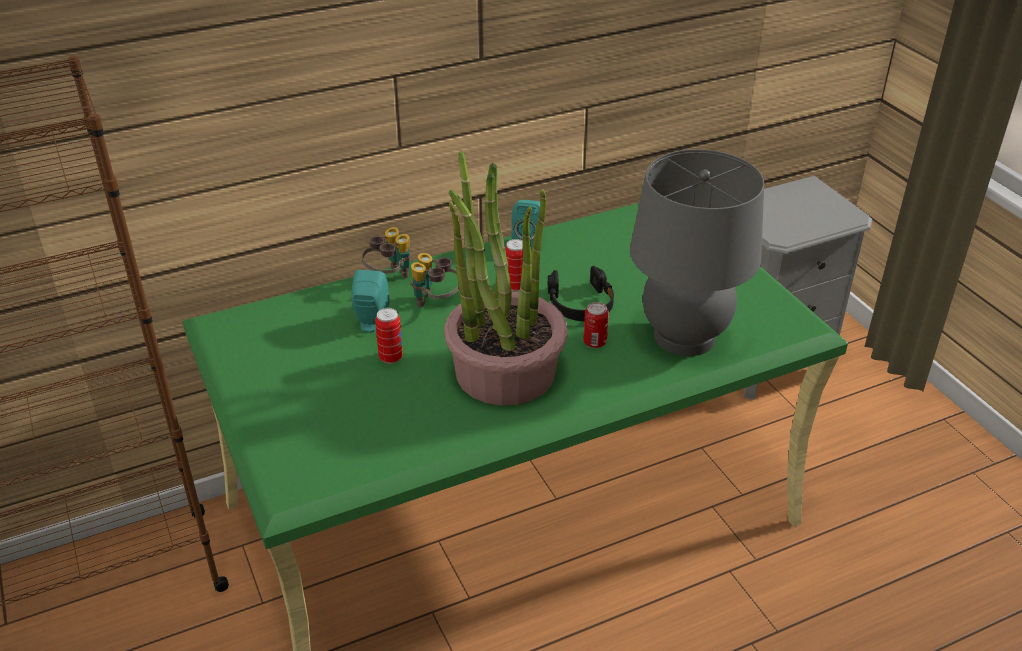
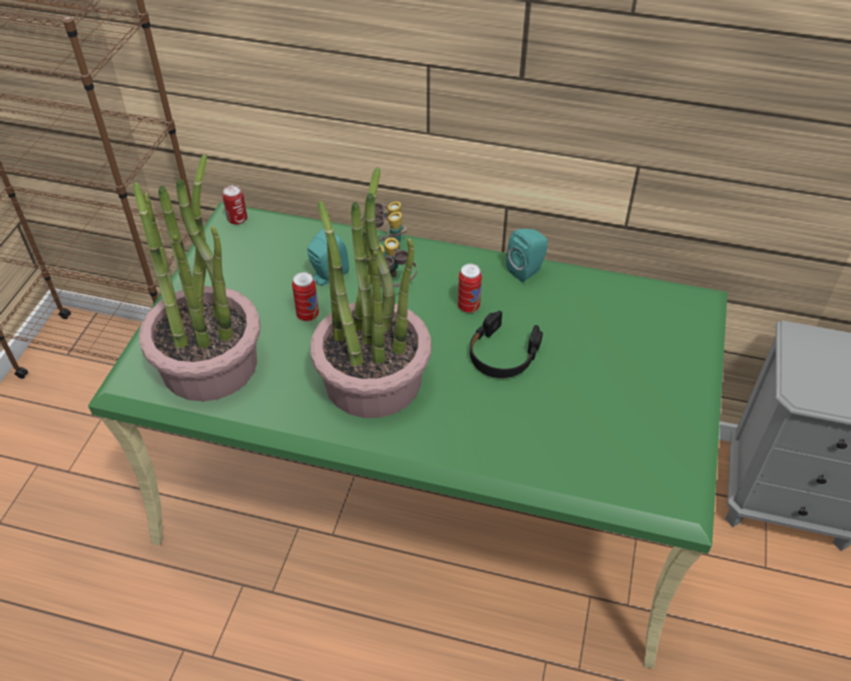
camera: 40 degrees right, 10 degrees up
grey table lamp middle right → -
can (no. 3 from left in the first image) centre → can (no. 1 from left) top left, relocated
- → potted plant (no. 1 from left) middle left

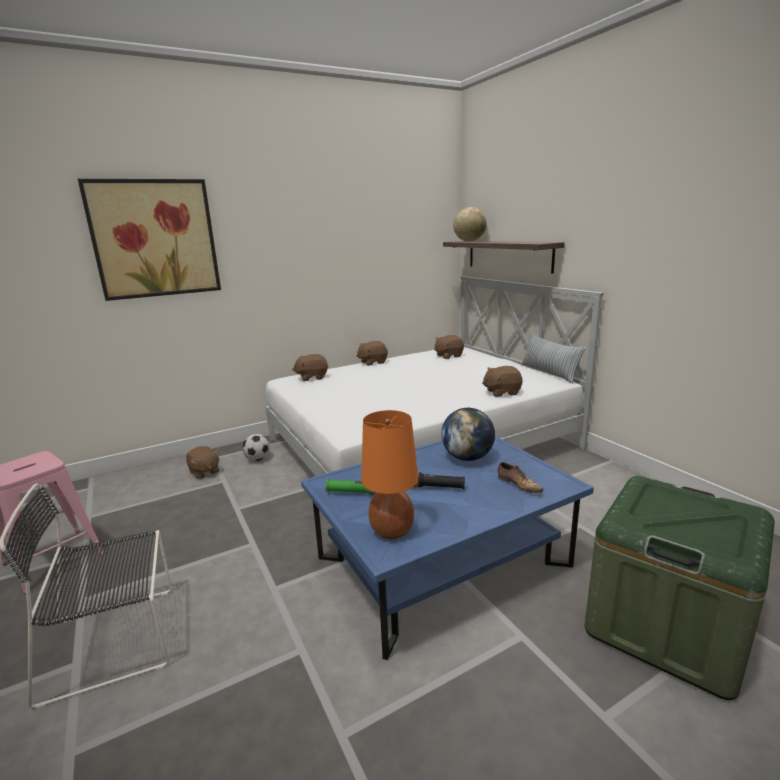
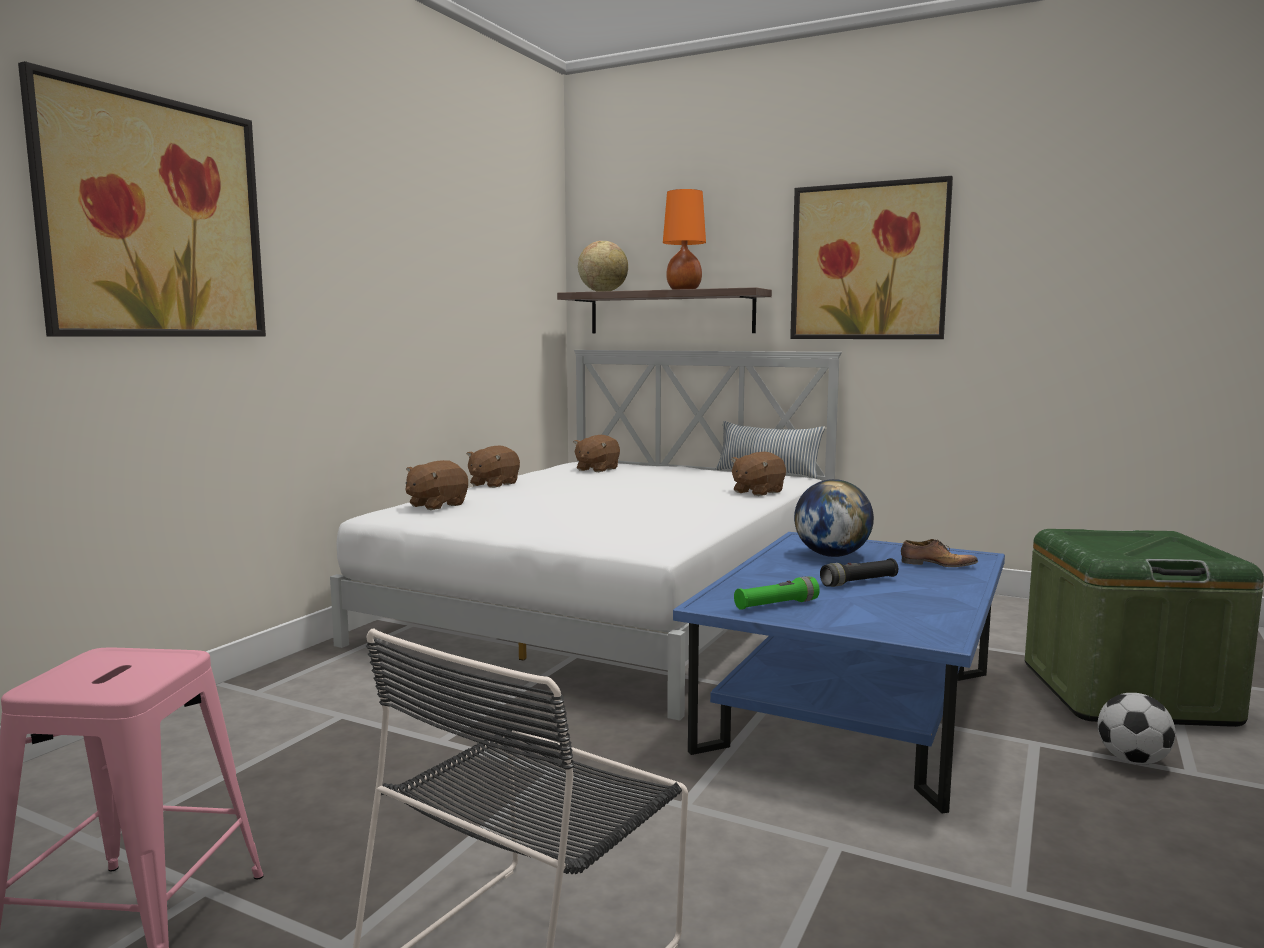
camera: 35 degrees left, 10 degrees down
orange table lamp centre → orange table lamp top centre, relocated
football middle left → football bottom right, relocated
brown plush toy (no. 1 from left) middle left → -
- → picture (no. 2 from left) top right

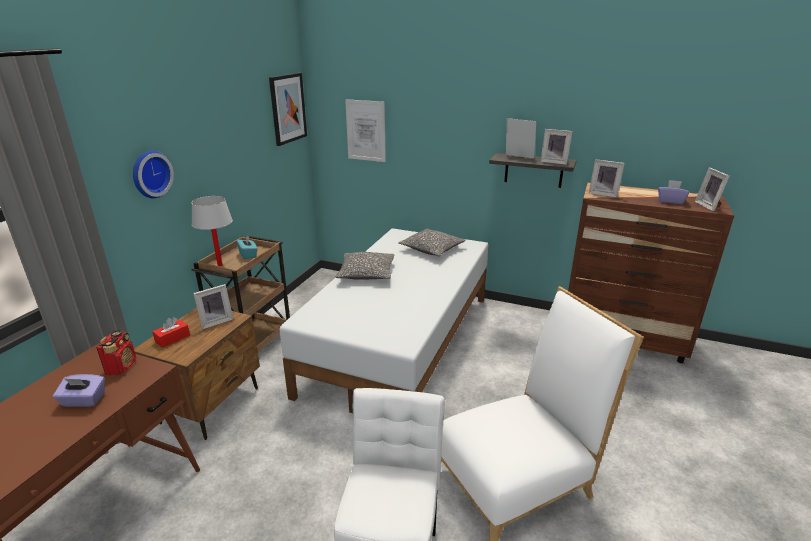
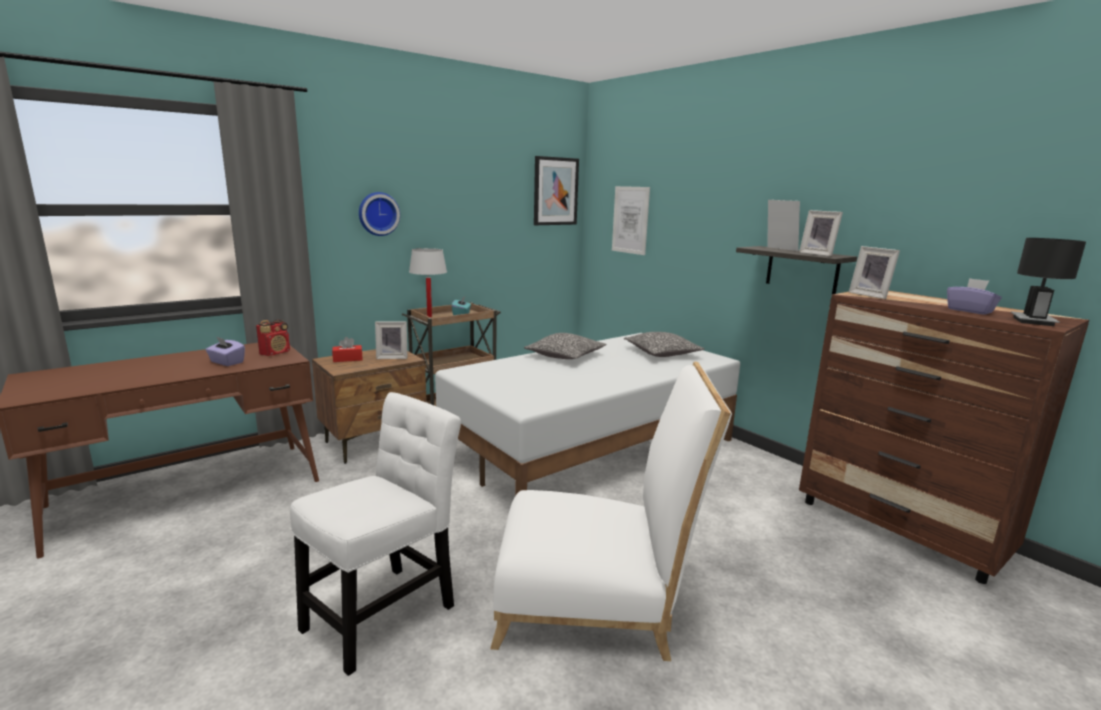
camera: 30 degrees right, 10 degrees down
picture frame (no. 5 from left) middle right → black table lamp middle right

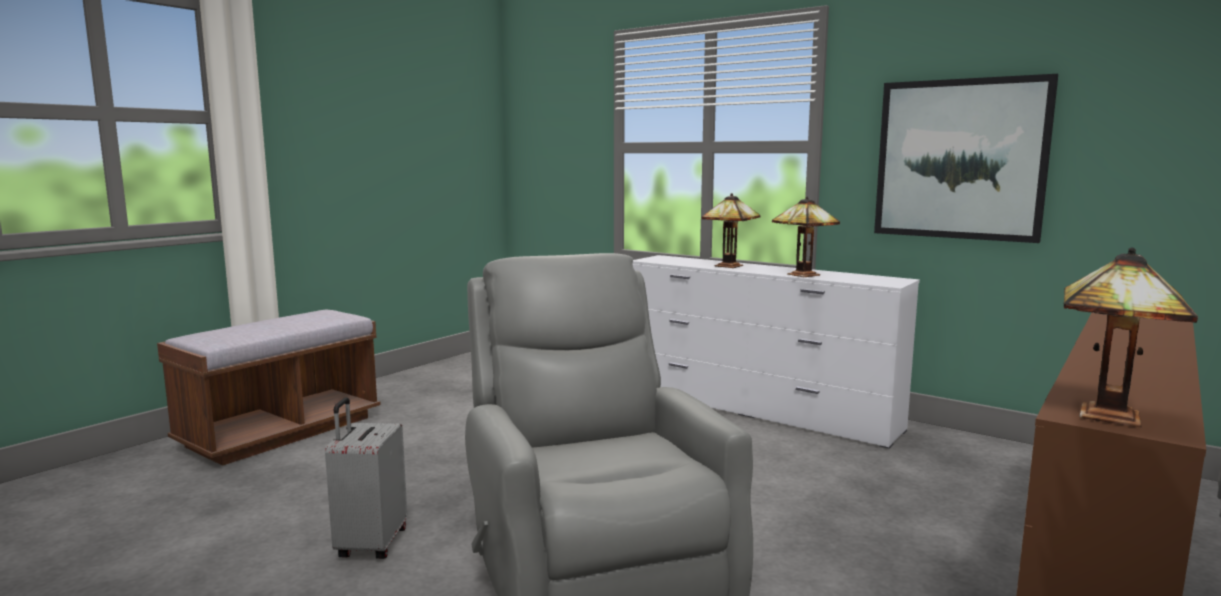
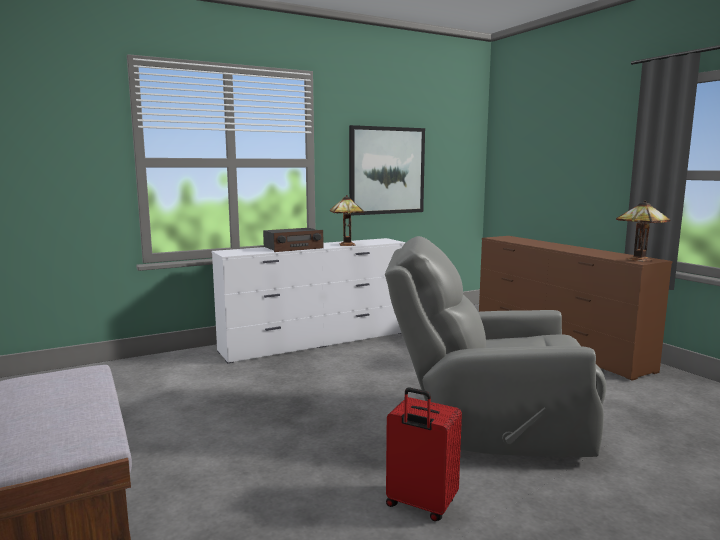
camera: 65 degrees left, 0 degrees up
table lamp (no. 1 from left) centre → radio centre
grey suitcase bottom left → red suitcase bottom centre

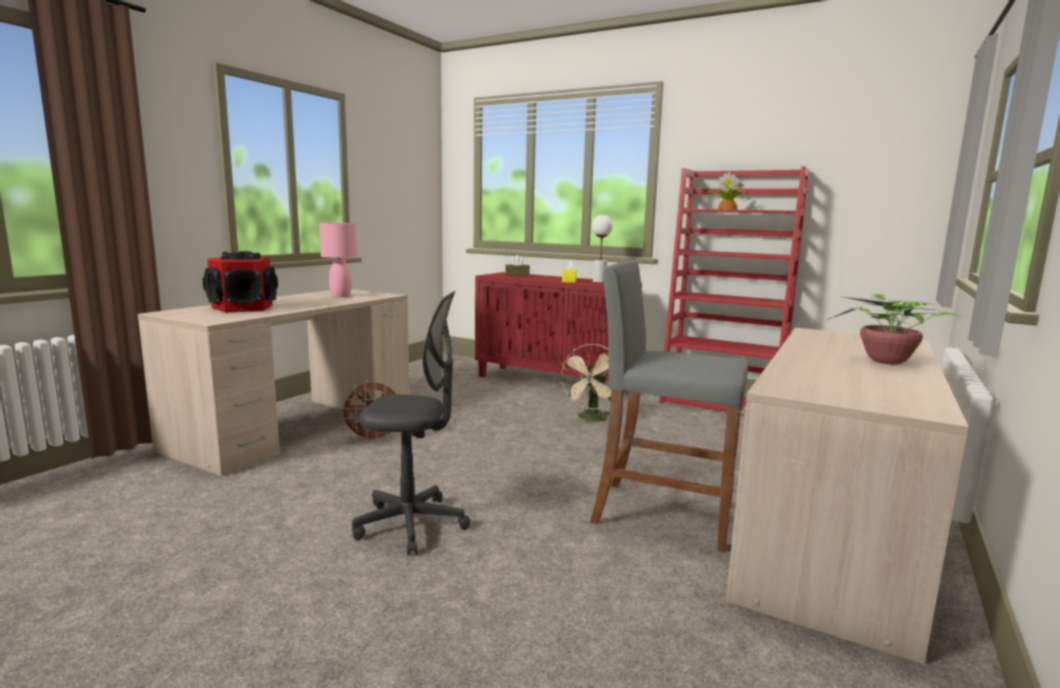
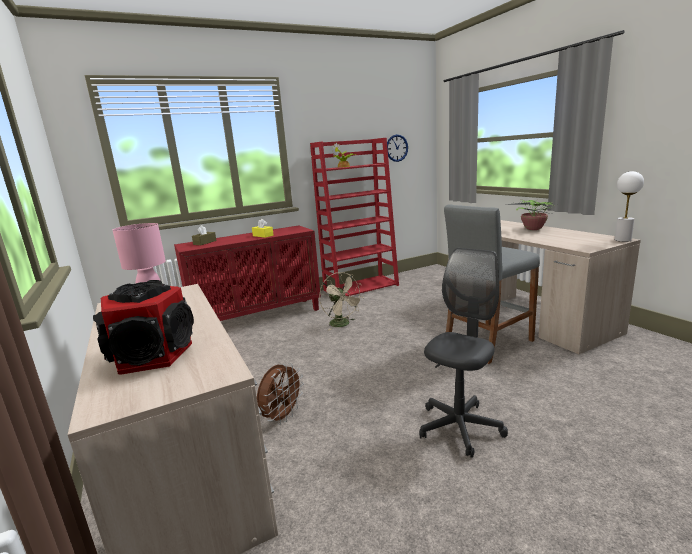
camera: 55 degrees left, 5 degrees up
white table lamp centre → white table lamp middle right, relocated
- → wall clock top centre

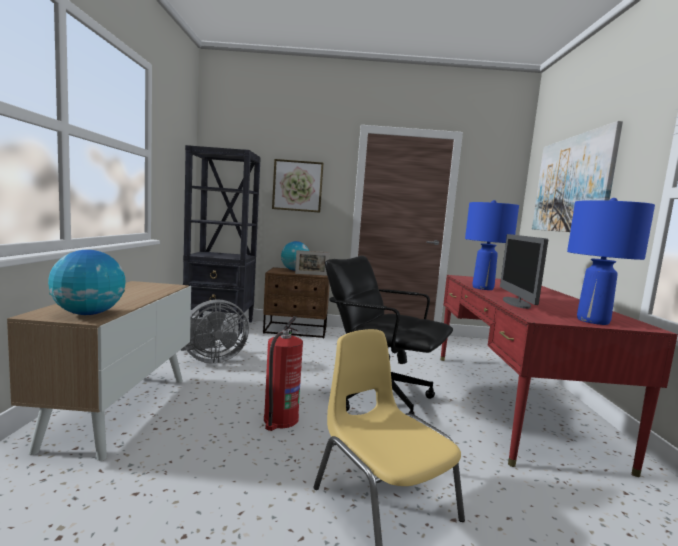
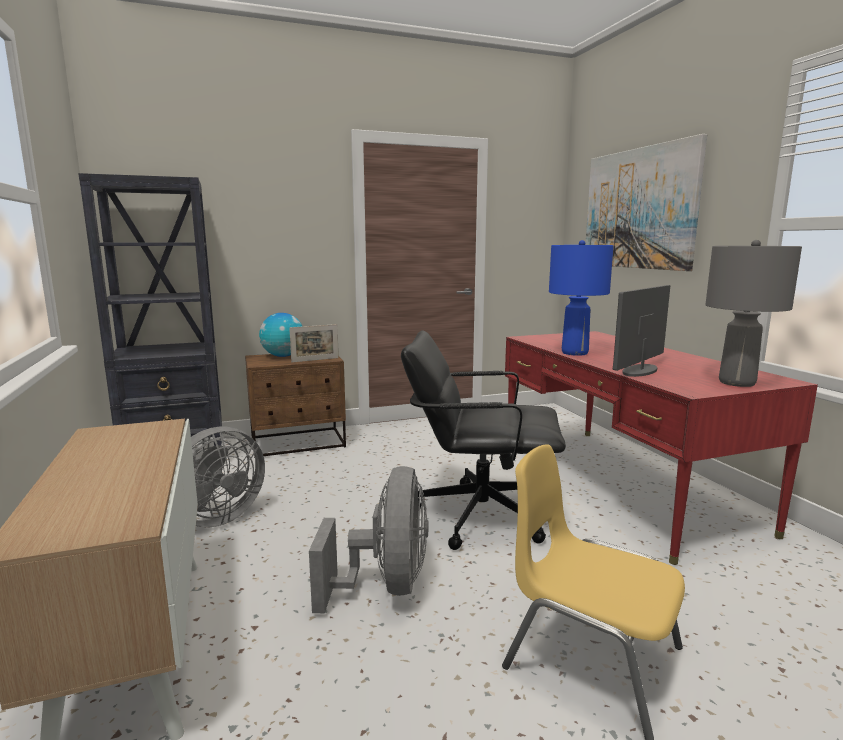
camera: 20 degrees left, 5 degrees up
picture (no. 1 from left) centre → -
blue table lamp (no. 2 from left) middle right → grey table lamp middle right
monitor middle right, 60 degrees clockwise
globe (no. 1 from left) middle left → -
fire extinguisher bottom centre → grey fan (no. 2 from left) bottom centre

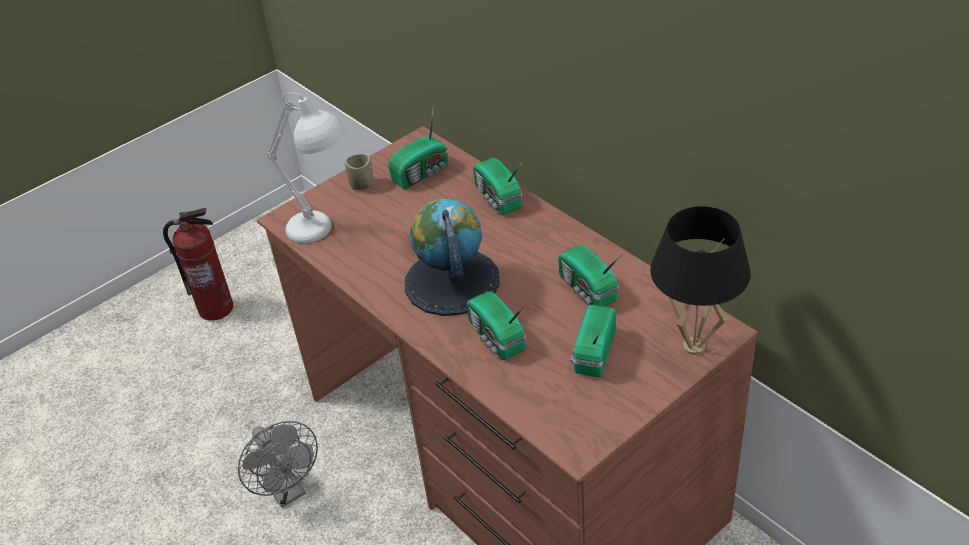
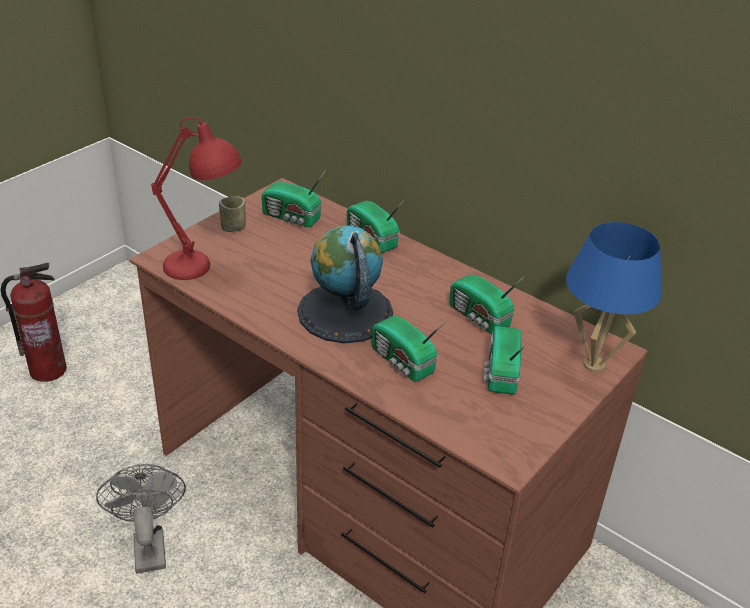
camera: 15 degrees left, 5 degrees down
white table lamp top left → red table lamp top left
radio (no. 1 from left) top centre, 75 degrees clockwise
black table lamp middle right → blue table lamp middle right
grey fan bottom left, 150 degrees counterclockwise

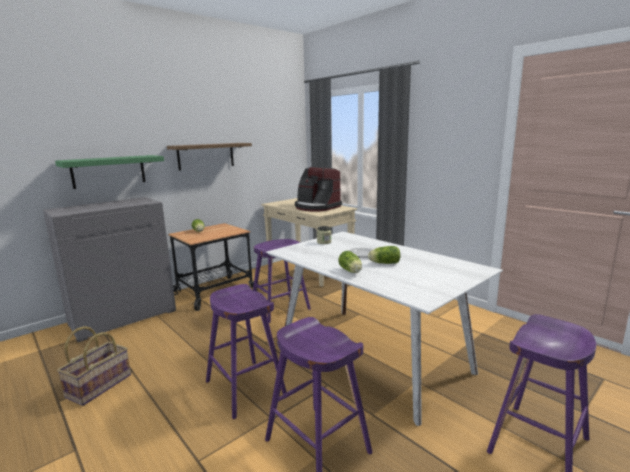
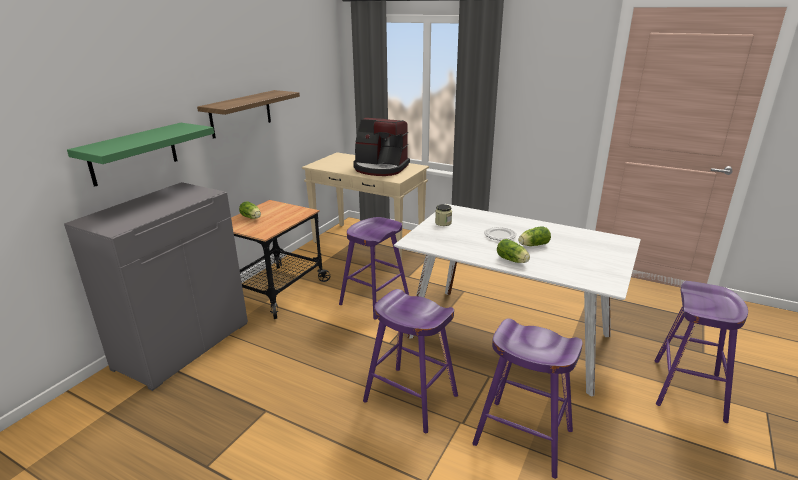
camera: 20 degrees left, 10 degrees up
basket bottom left → -

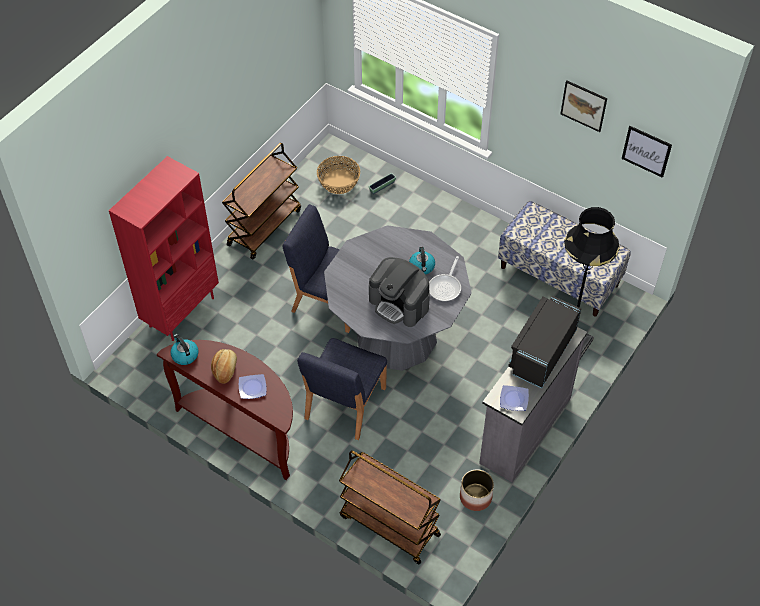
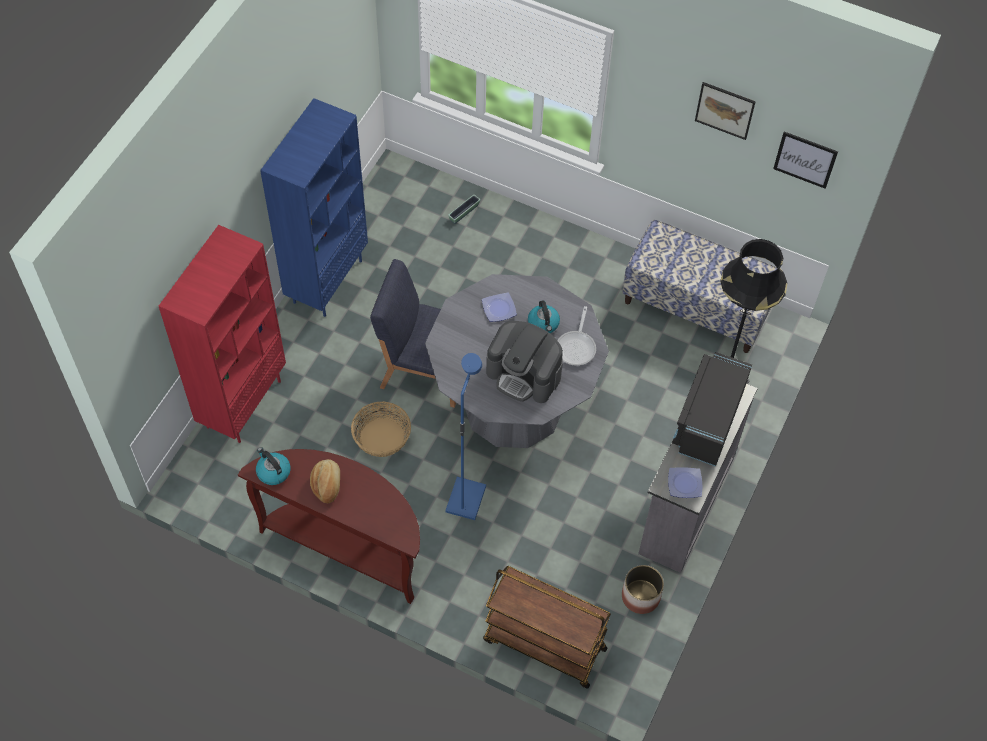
camera: 10 degrees left, 5 degrees up
brown cart (no. 1 from left) top centre → blue bookcase top left
basket top centre → basket centre, relocated
blue chair (no. 2 from left) centre → blue floor lamp centre
plate (no. 1 from left) middle left → plate (no. 1 from left) centre, relocated

